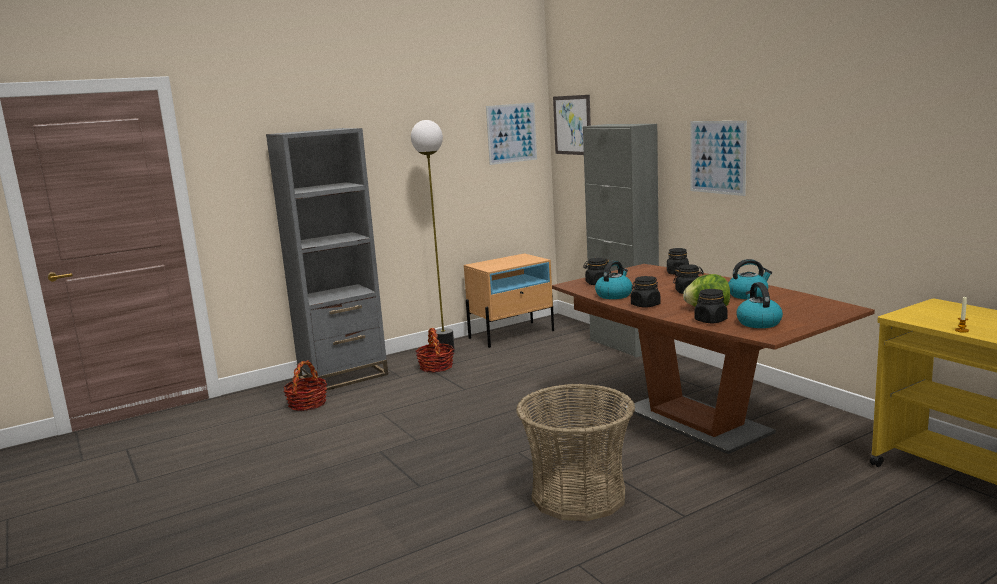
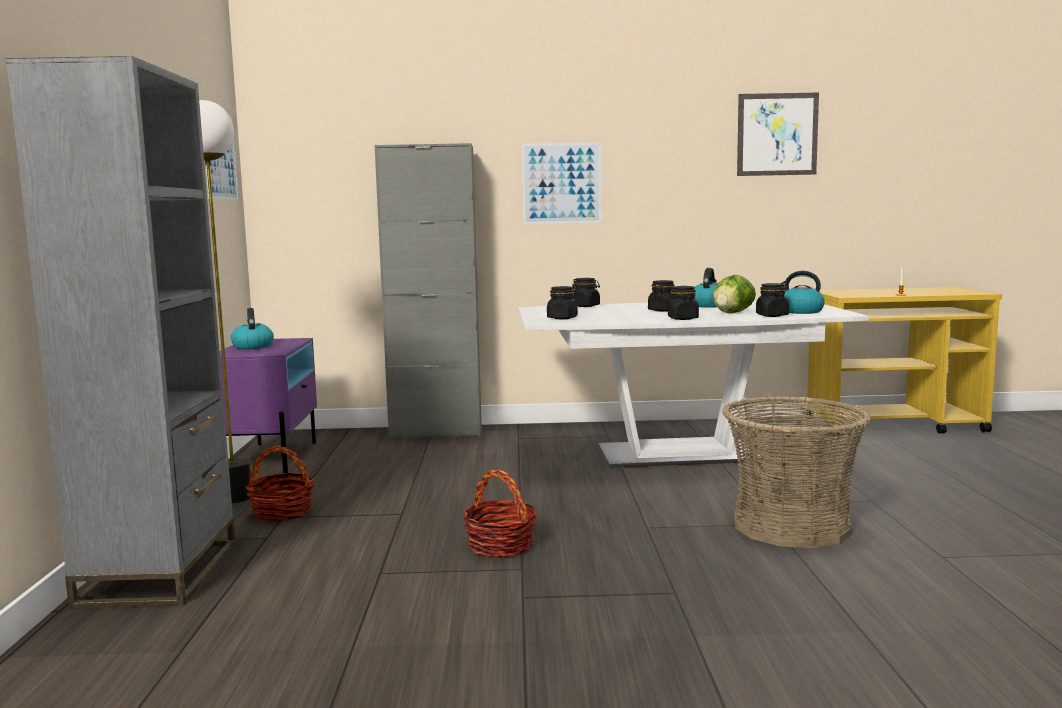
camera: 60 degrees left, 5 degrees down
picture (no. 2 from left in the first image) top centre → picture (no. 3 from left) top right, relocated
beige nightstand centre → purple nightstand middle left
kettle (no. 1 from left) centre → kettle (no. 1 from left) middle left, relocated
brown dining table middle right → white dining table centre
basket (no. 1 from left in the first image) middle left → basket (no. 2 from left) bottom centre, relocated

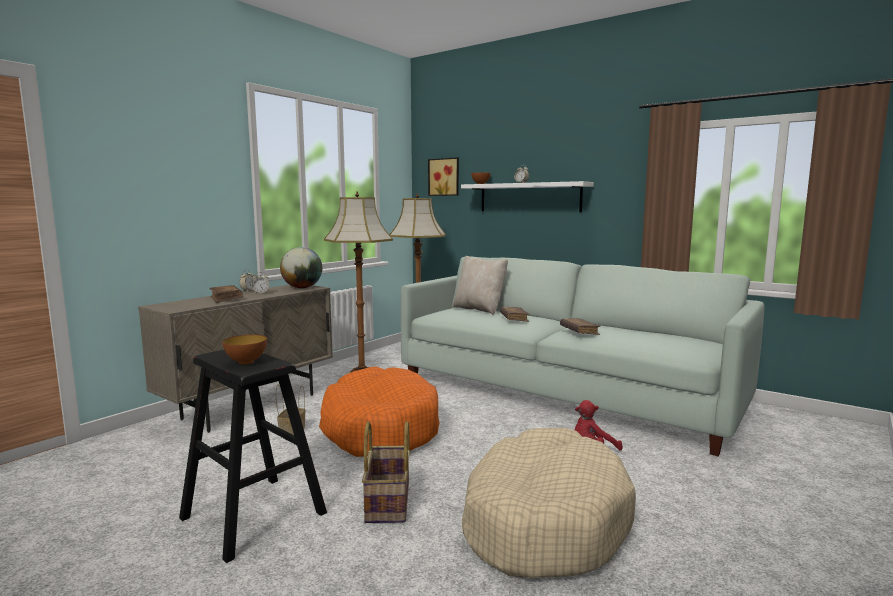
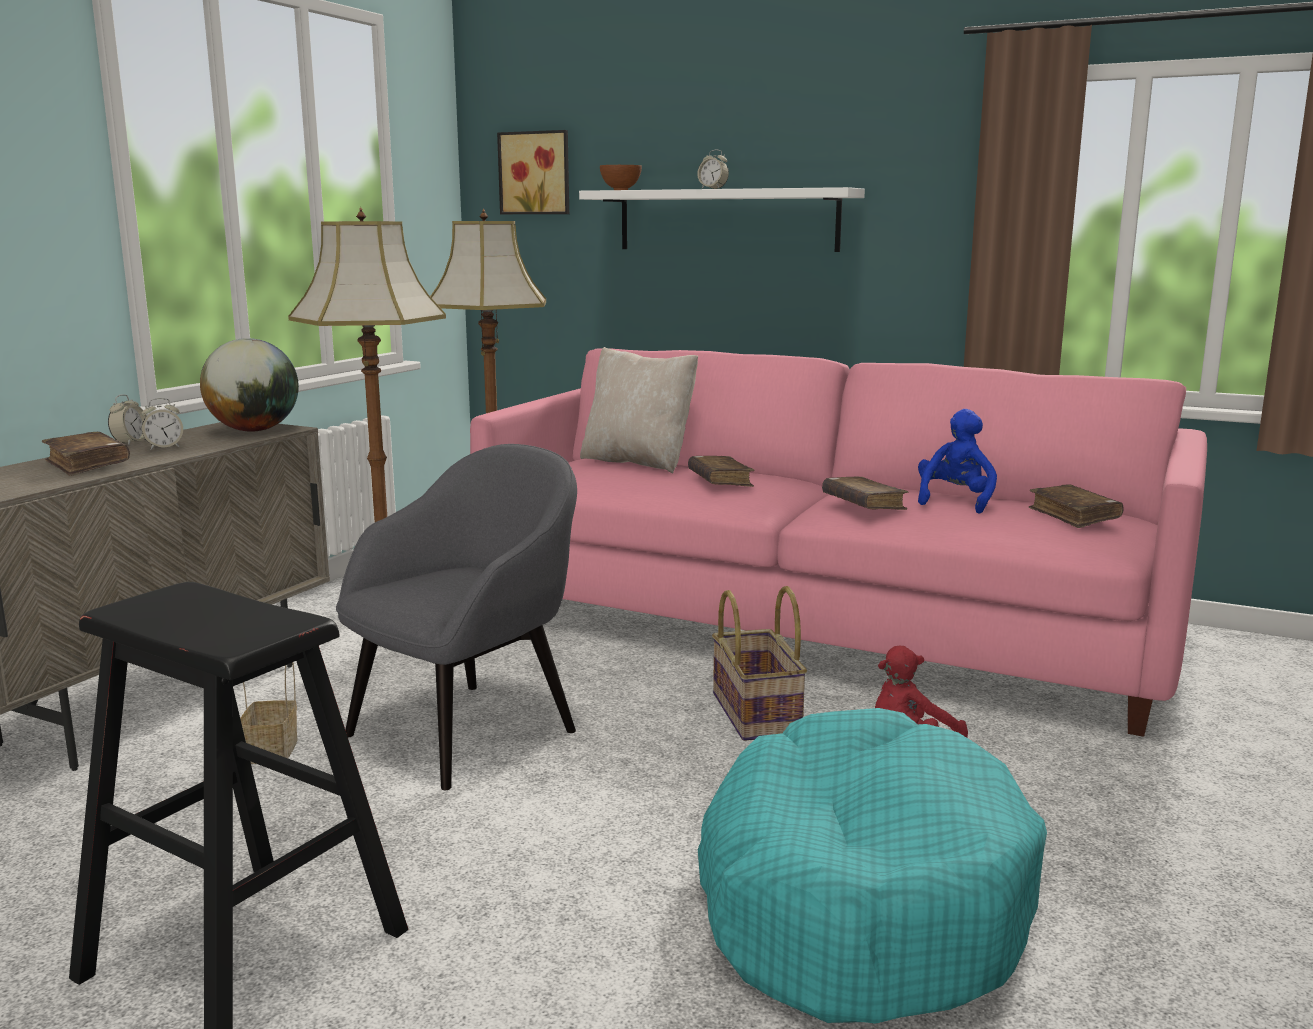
camera: 10 degrees left, 5 degrees up
white sofa centre → pink sofa centre
bowl (no. 1 from left) middle left → -
orange dog bed bottom centre → grey armchair centre
basket (no. 2 from left) bottom centre → basket (no. 2 from left) centre, relocated
beige dog bed bottom centre → turquoise dog bed bottom centre
- → blue plush toy middle right
- → brown book (no. 4 from left) middle right

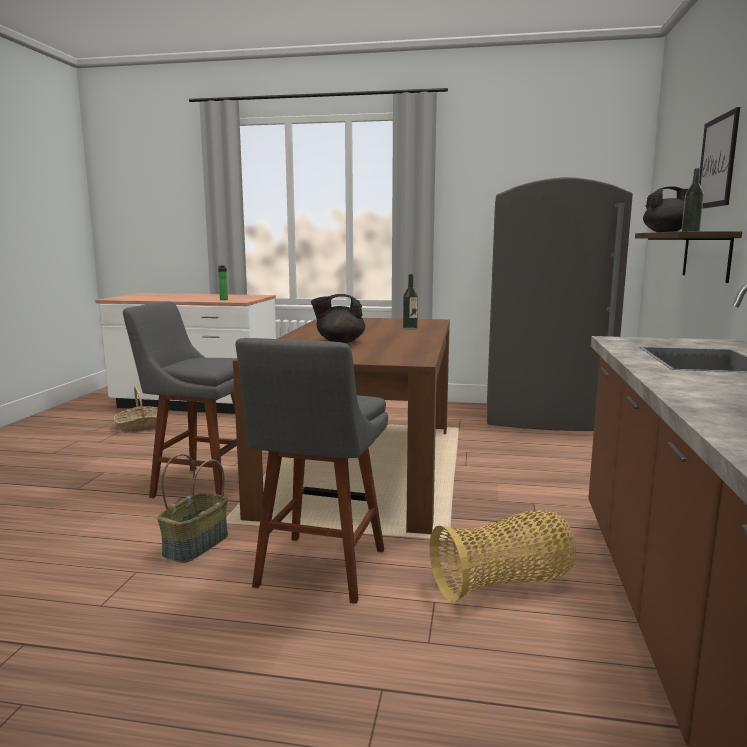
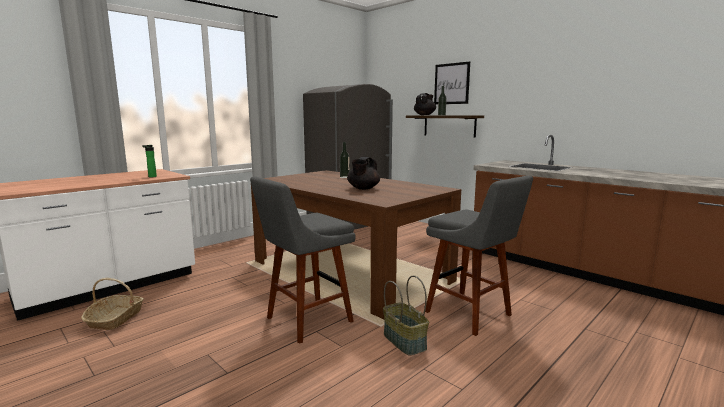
camera: 55 degrees left, 0 degrees up
basket (no. 3 from left) bottom right → -

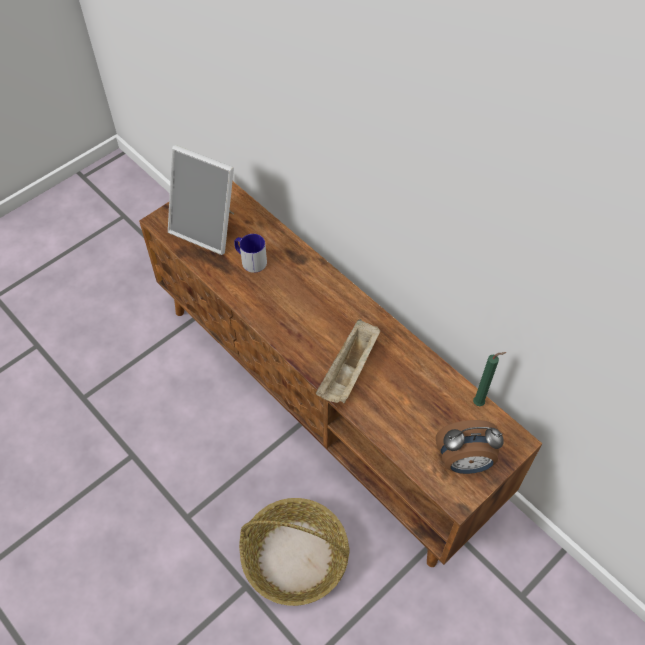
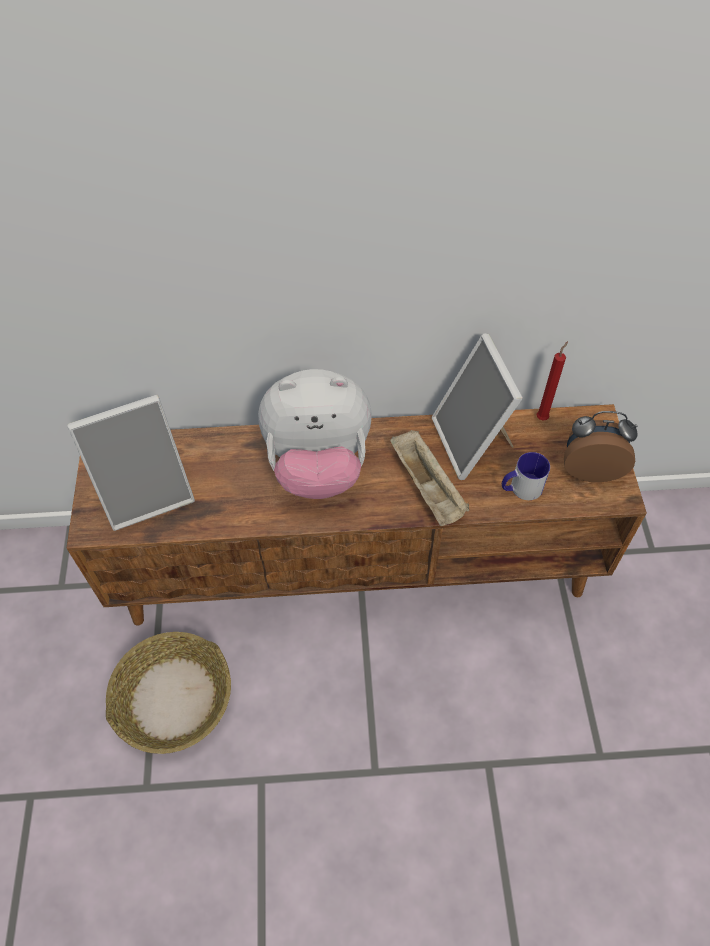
camera: 50 degrees left, 0 degrees up
mug centre → mug middle right, relocated
green candle middle right → red candle middle right
alarm clock bottom right → alarm clock middle right, 120 degrees counterclockwise
basket bottom centre → basket bottom left, relocated
- → picture frame (no. 2 from left) middle right
- → plush toy centre

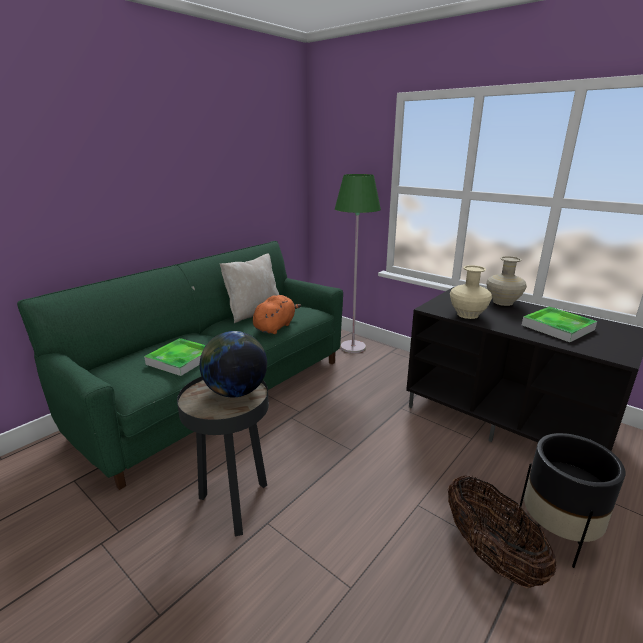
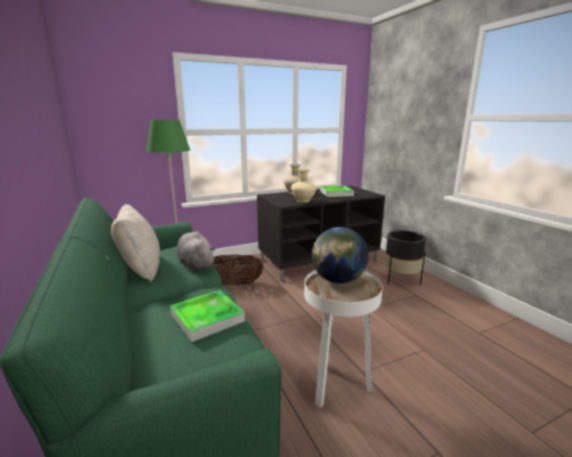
camera: 65 degrees left, 5 degrees down
orange plush toy centre → grey plush toy centre
black side table bottom centre → white side table bottom centre
basket bottom right → basket centre, relocated

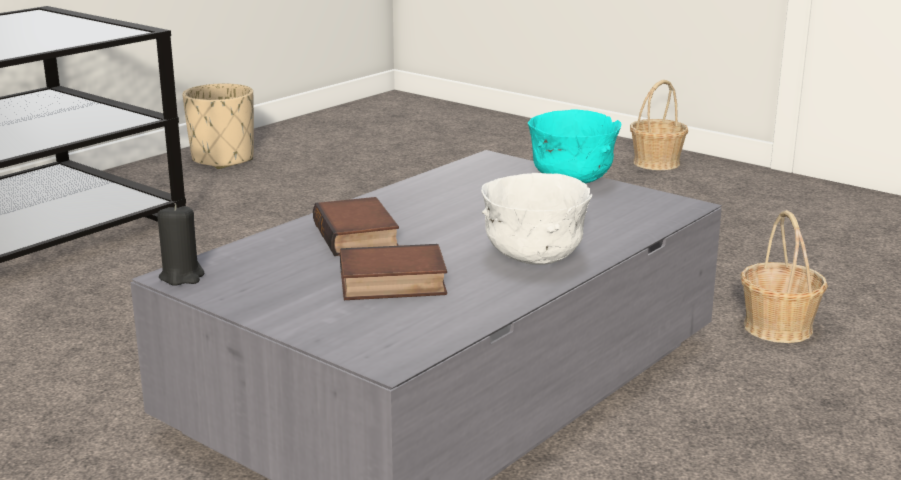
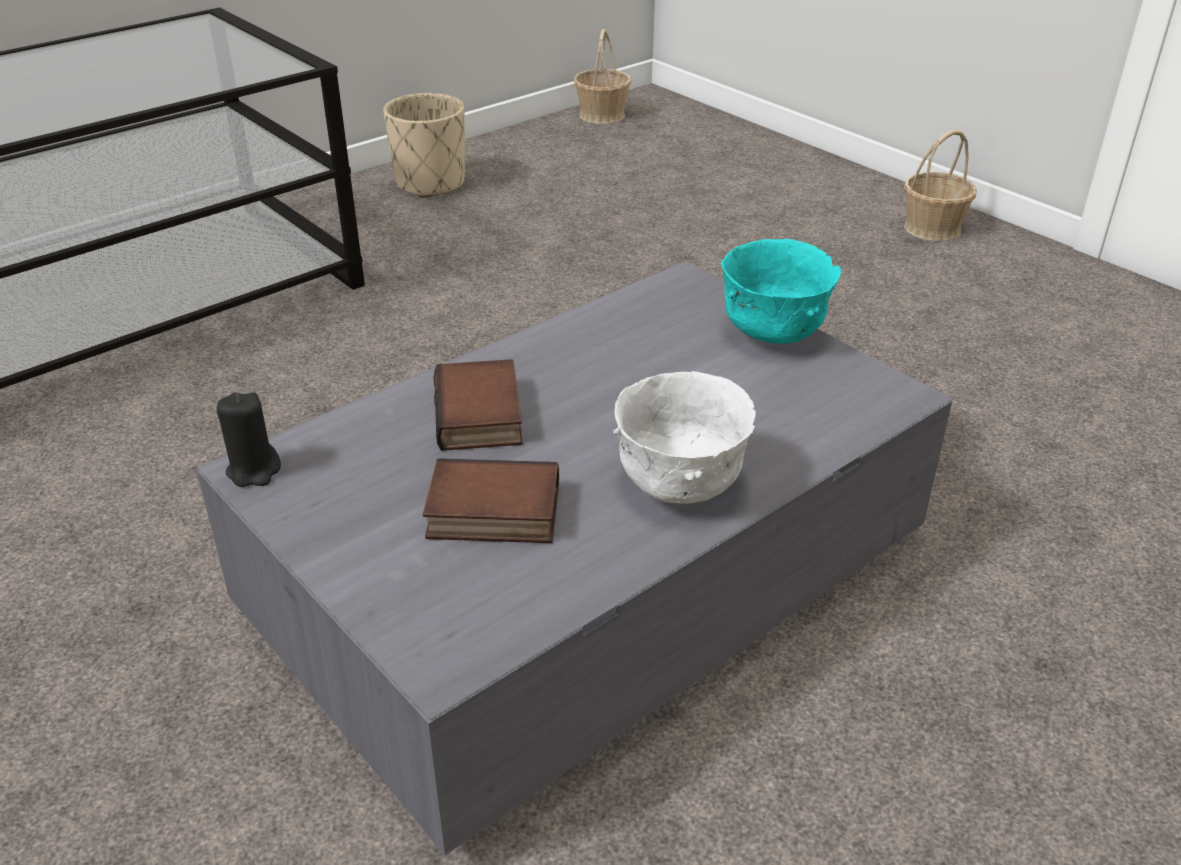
camera: 10 degrees right, 15 degrees up
basket (no. 2 from left in the first image) middle right → basket (no. 1 from left) top centre, relocated

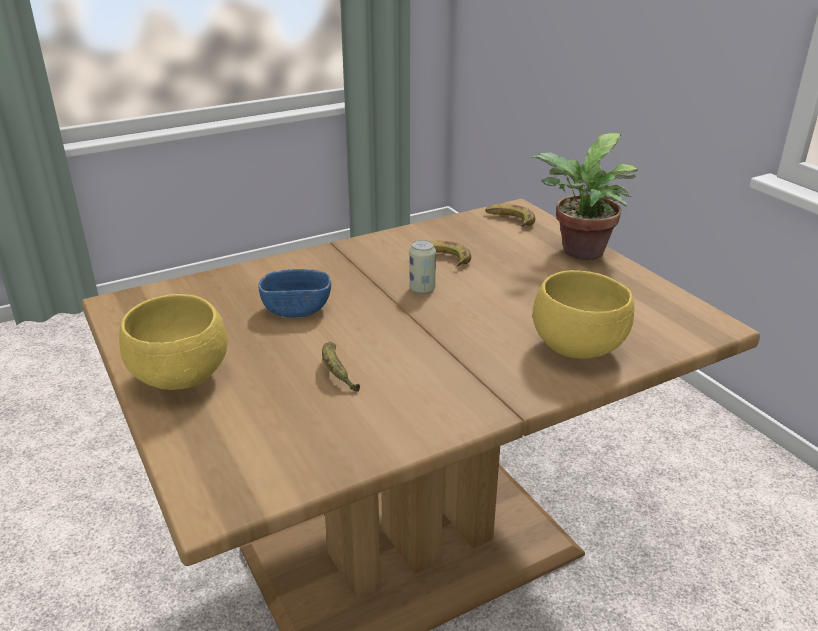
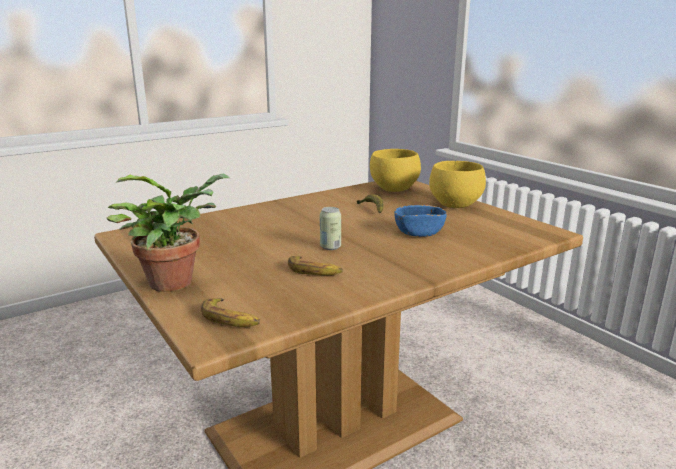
camera: 175 degrees right, 10 degrees down
yellow bowl (no. 2 from left in the first image) middle right → yellow bowl (no. 1 from left) centre, relocated

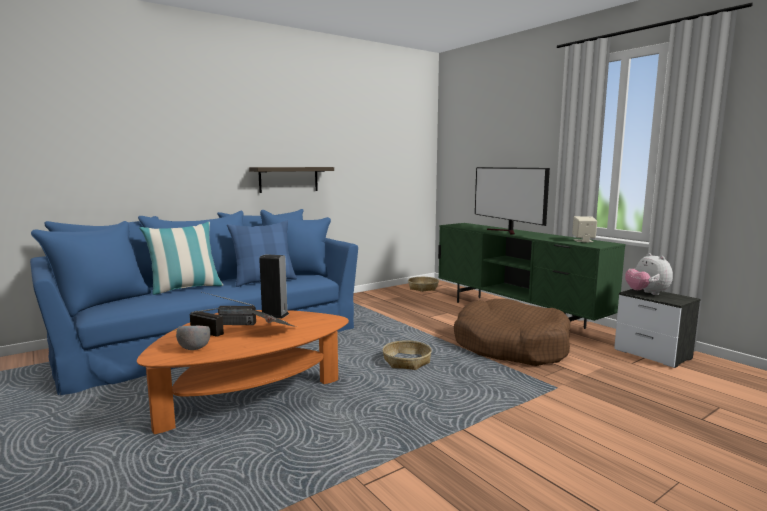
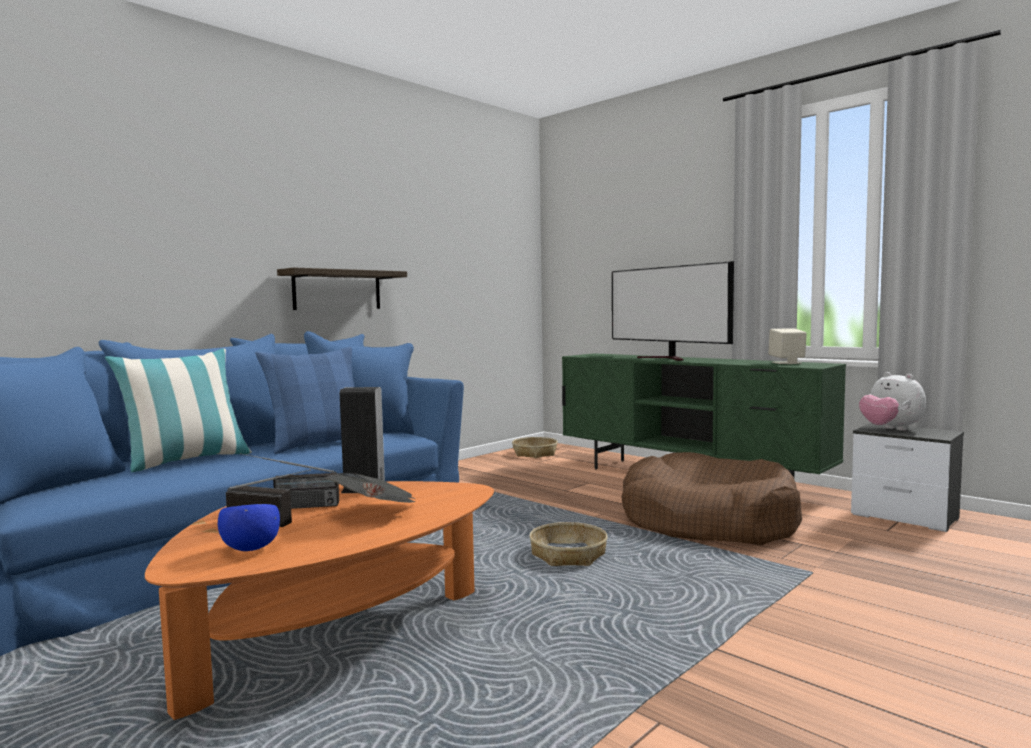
camera: 10 degrees left, 5 degrees down
grey bowl middle left → blue bowl bottom left

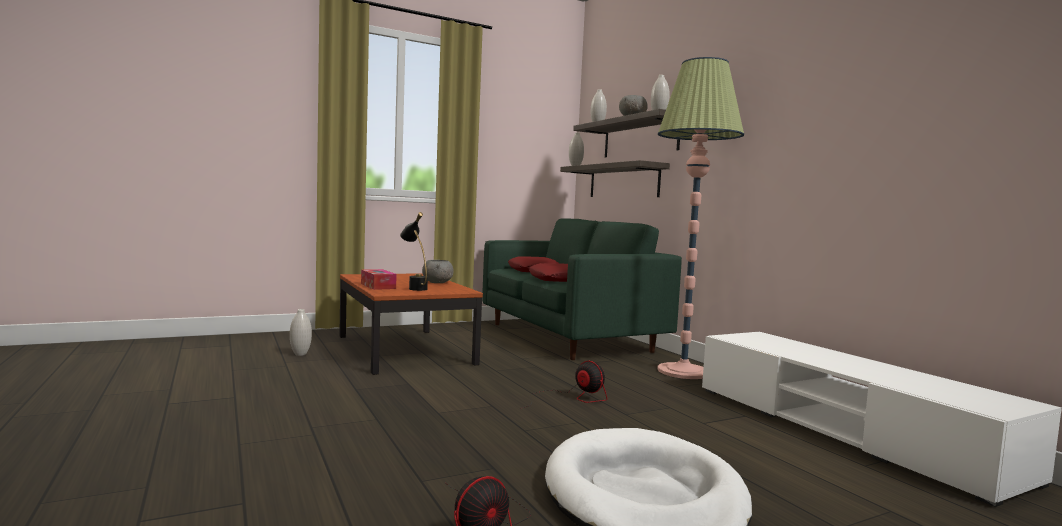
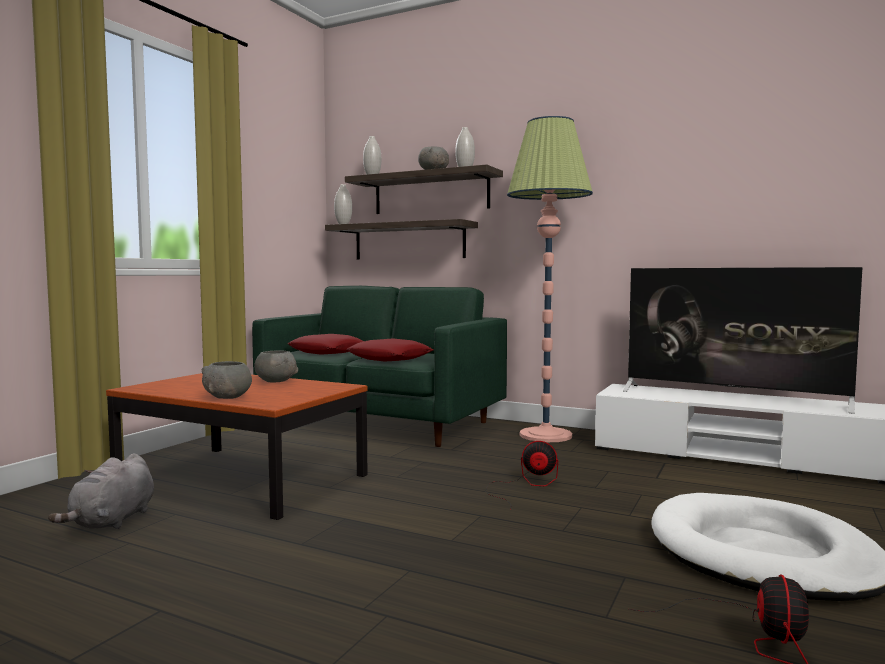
camera: 35 degrees left, 0 degrees up
black table lamp centre → -
tissue box centre → grey bowl (no. 1 from left) middle left
white vase (no. 1 from left) middle left → grey plush toy bottom left
- → television middle right

